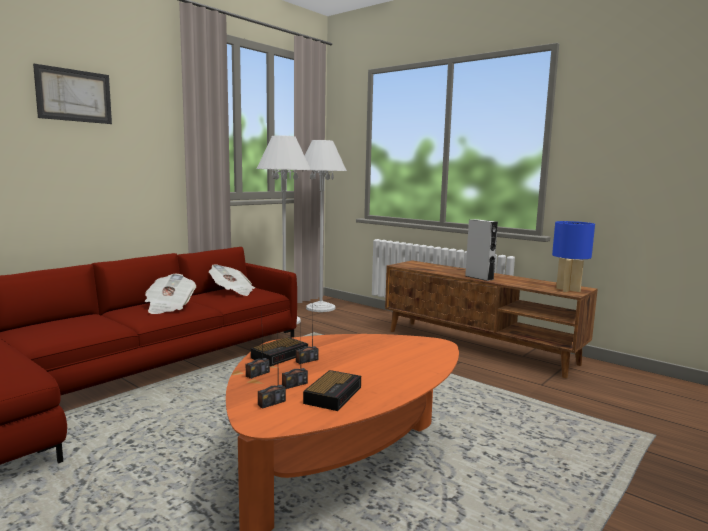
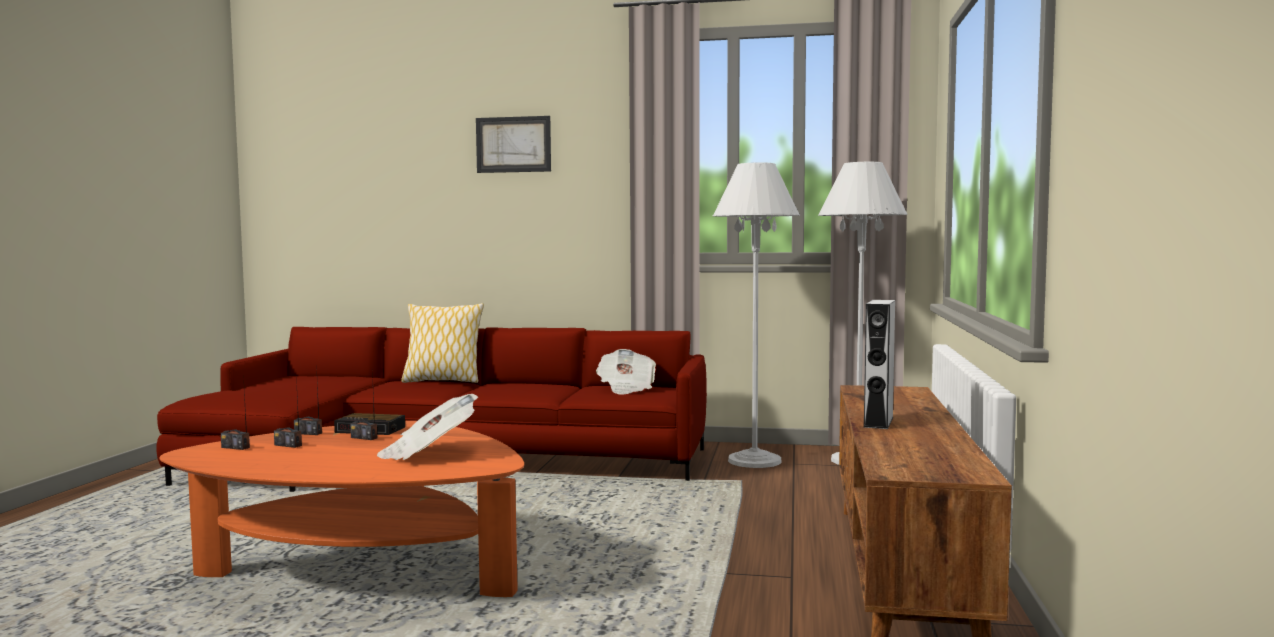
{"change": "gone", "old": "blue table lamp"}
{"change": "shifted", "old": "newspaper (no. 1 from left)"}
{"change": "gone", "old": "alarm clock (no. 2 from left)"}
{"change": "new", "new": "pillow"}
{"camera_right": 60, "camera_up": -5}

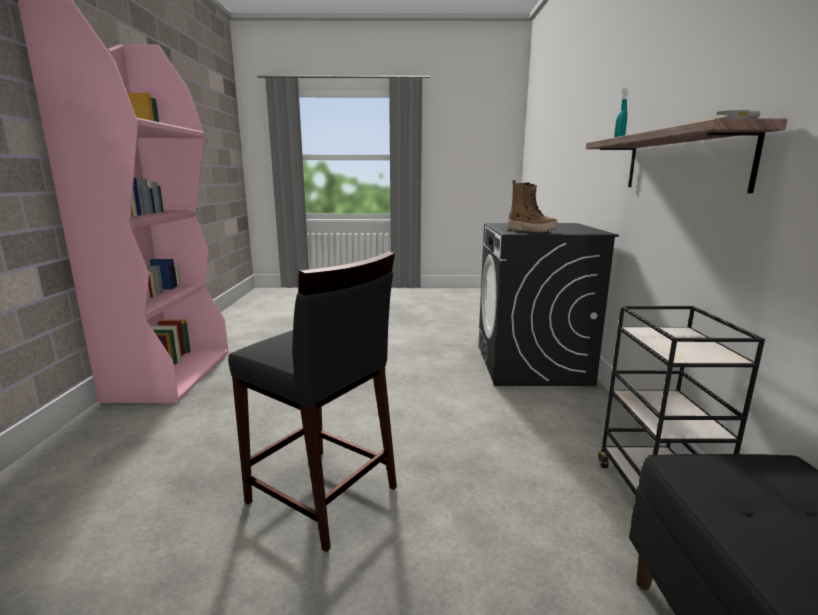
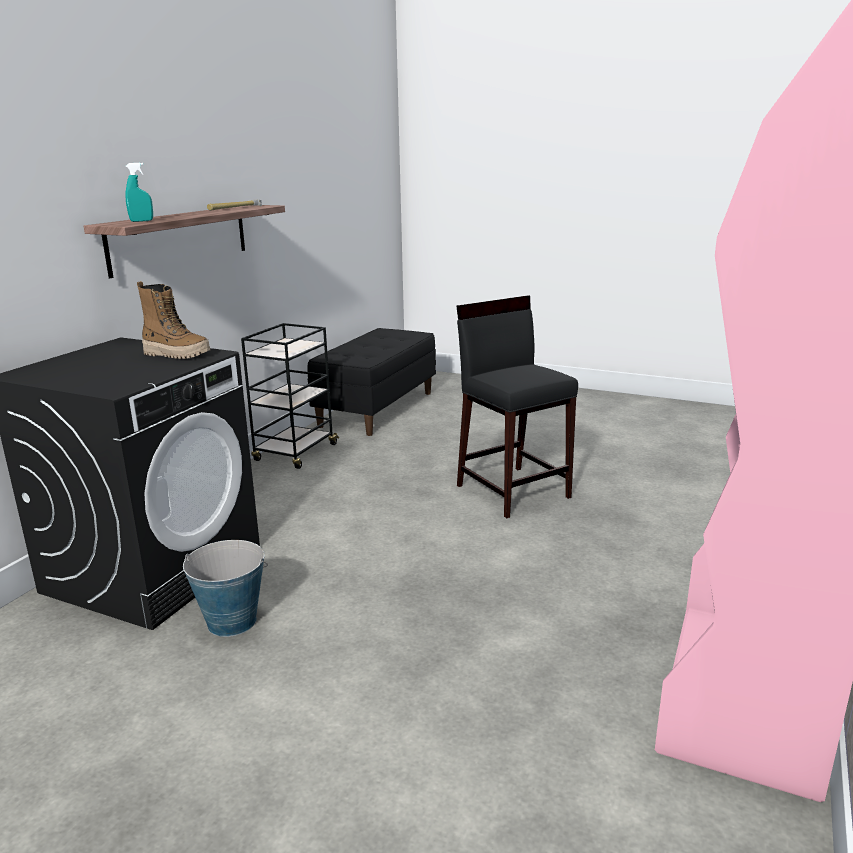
{"change": "rotated", "old": "boot", "degrees": 135}
{"change": "new", "new": "bucket"}
{"camera_right": -155, "camera_up": 5}

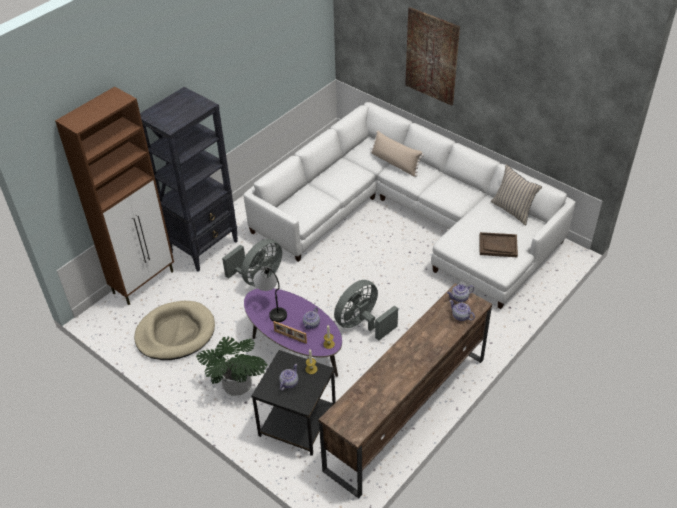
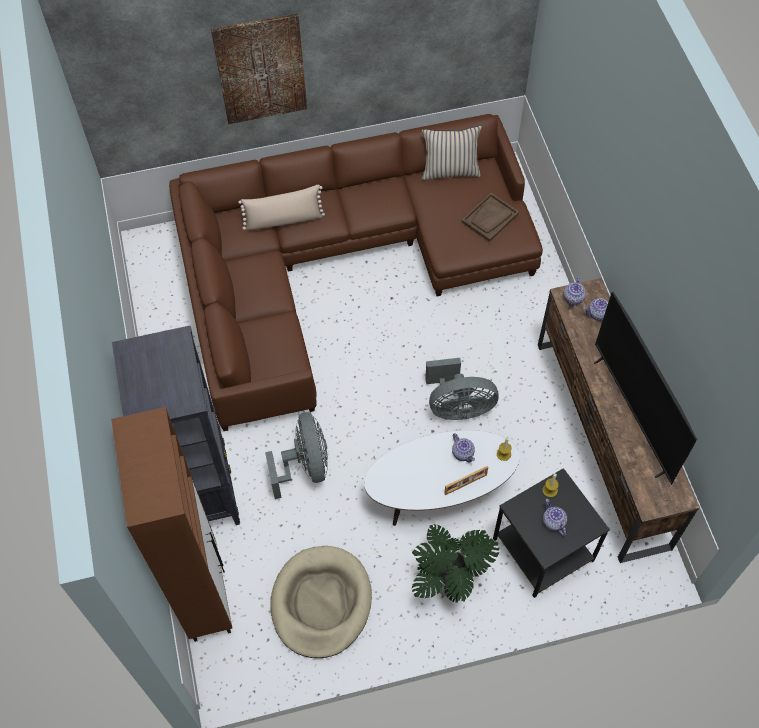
{"change": "repainted", "old": "white sofa", "new": "brown sofa"}
{"change": "gone", "old": "table lamp"}
{"change": "rotated", "old": "grey fan (no. 2 from left)", "degrees": -90}
{"change": "repainted", "old": "purple coffee table", "new": "white coffee table"}
{"change": "new", "new": "television"}
{"camera_right": -55, "camera_up": 15}

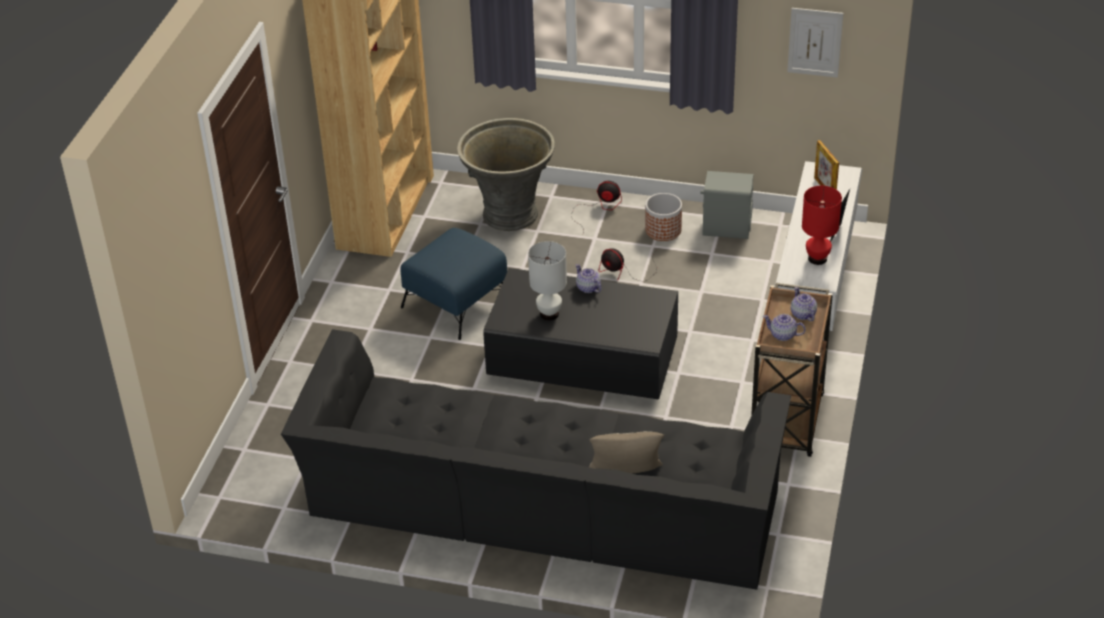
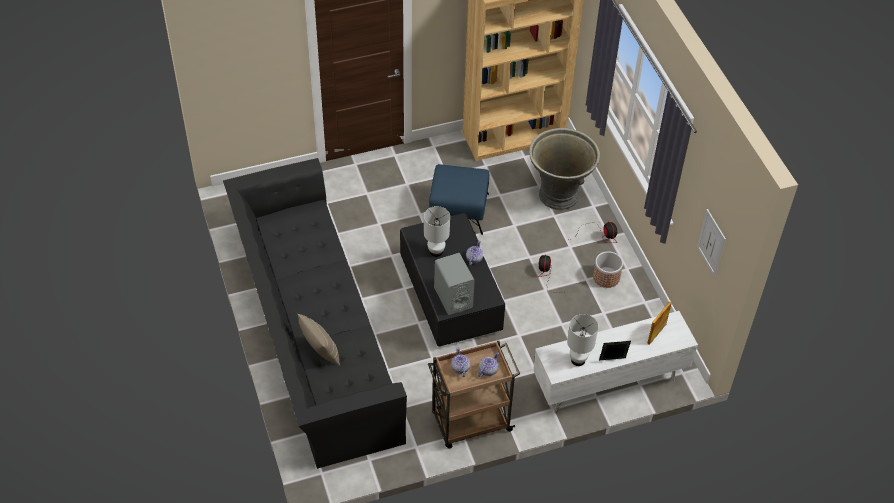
{"change": "shifted", "old": "grey speaker"}
{"change": "repainted", "old": "red table lamp", "new": "white table lamp (no. 2 from left)"}
{"camera_right": 55, "camera_up": 10}

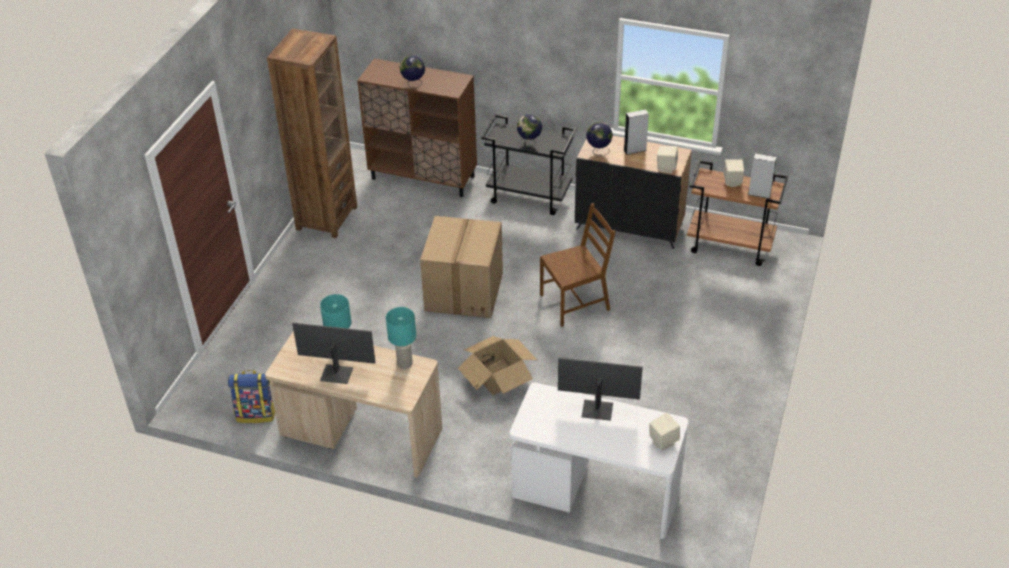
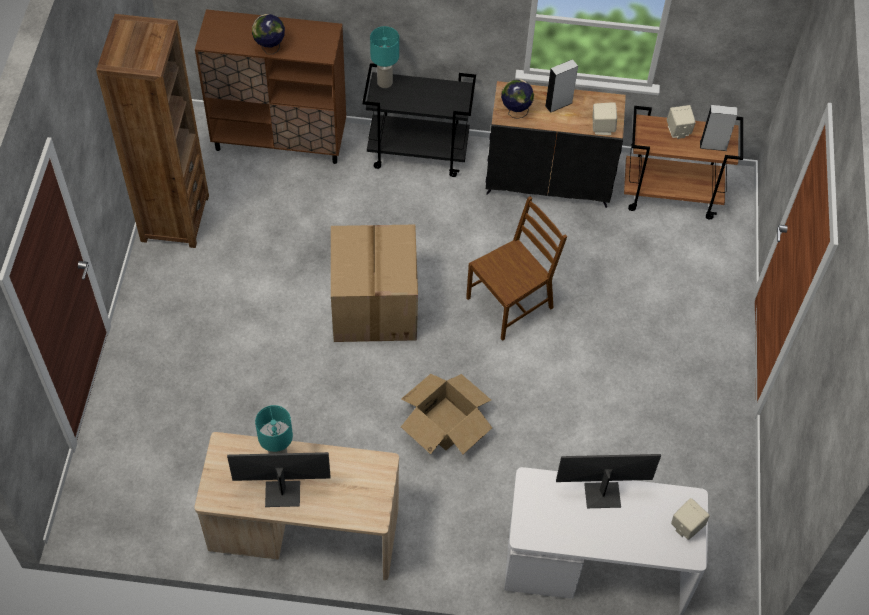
{"change": "gone", "old": "globe (no. 2 from left)"}
{"change": "shifted", "old": "turquoise table lamp (no. 2 from left)"}
{"change": "gone", "old": "backpack"}
{"camera_right": -15, "camera_up": 15}

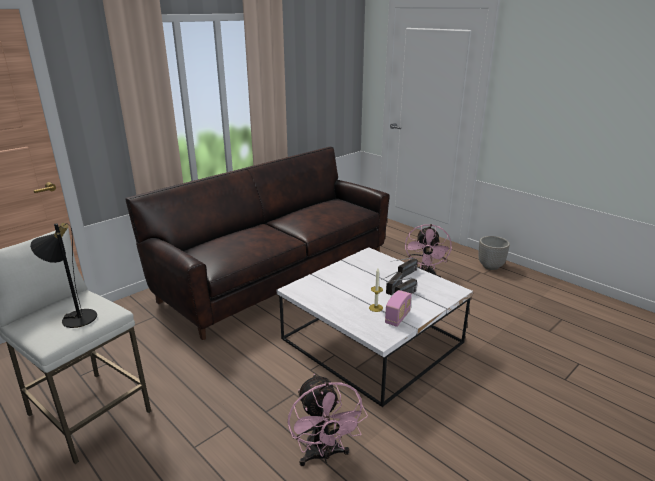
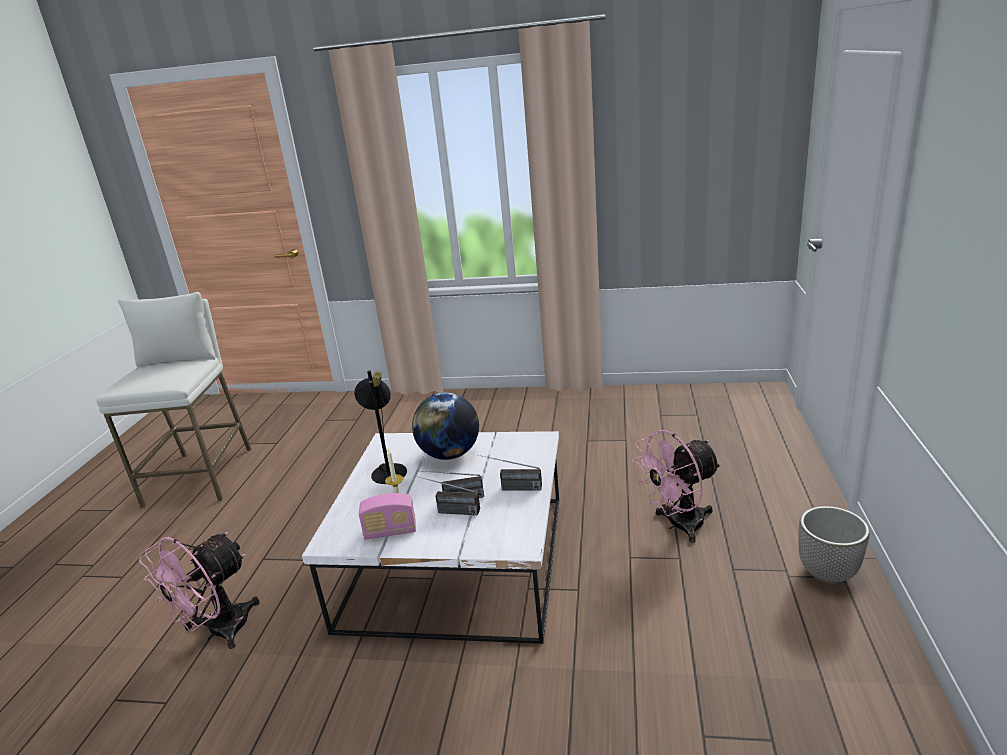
{"change": "gone", "old": "brown sofa"}
{"change": "shifted", "old": "black table lamp"}
{"change": "new", "new": "globe"}
{"camera_right": 55, "camera_up": 0}

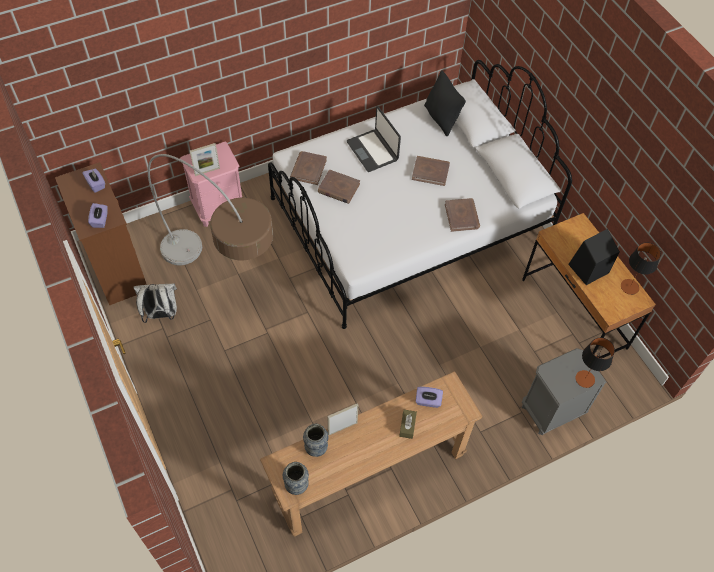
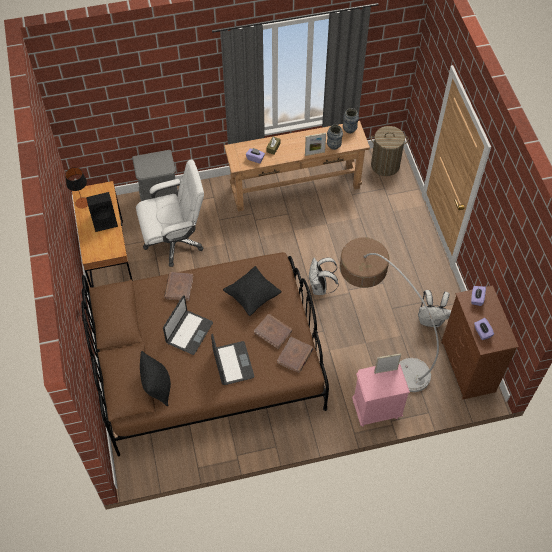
{"change": "repainted", "old": "white bed", "new": "brown bed"}
{"change": "swapped", "old": "brown book (no. 3 from left)", "new": "laptop (no. 1 from left)"}
{"change": "gone", "old": "table lamp (no. 1 from left)"}
{"change": "new", "new": "laundry basket"}
{"change": "new", "new": "white office chair"}
{"change": "new", "new": "white backpack (no. 1 from left)"}
{"change": "new", "new": "black pillow (no. 2 from left)"}
{"camera_right": -165, "camera_up": 0}

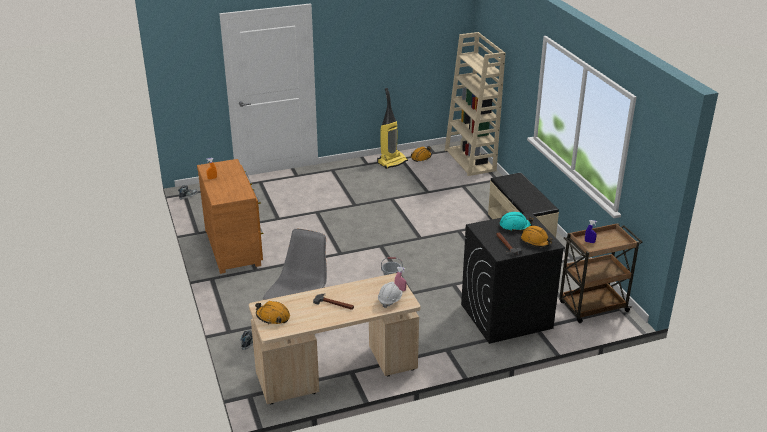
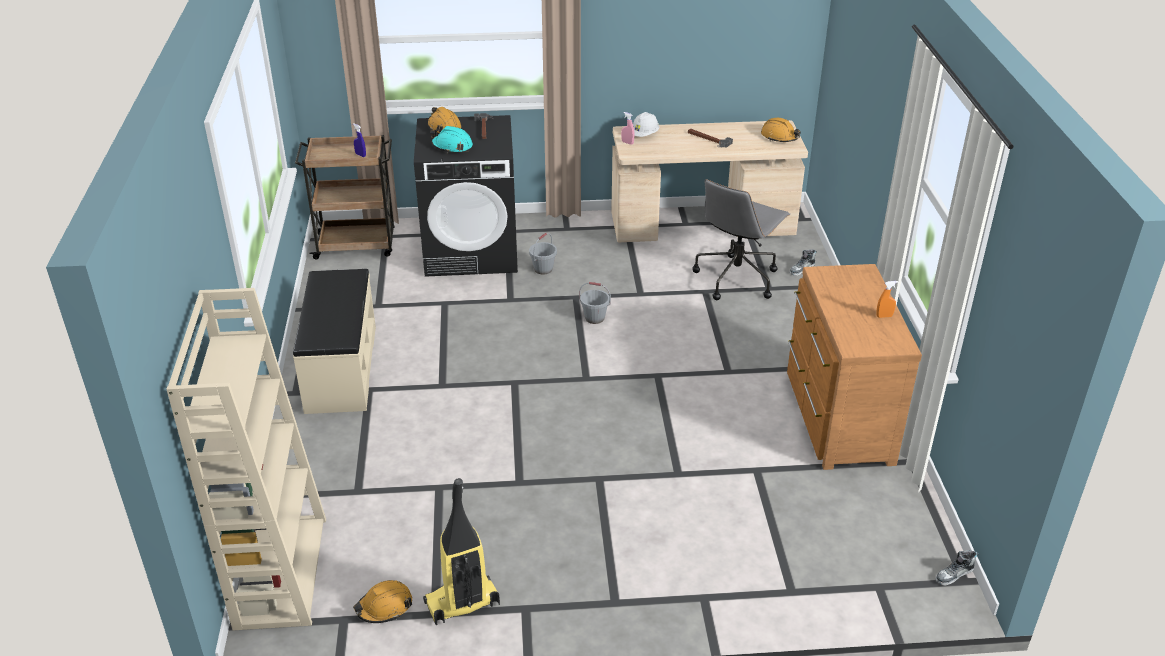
{"change": "new", "new": "grey bucket (no. 1 from left)"}
{"camera_right": -165, "camera_up": 5}

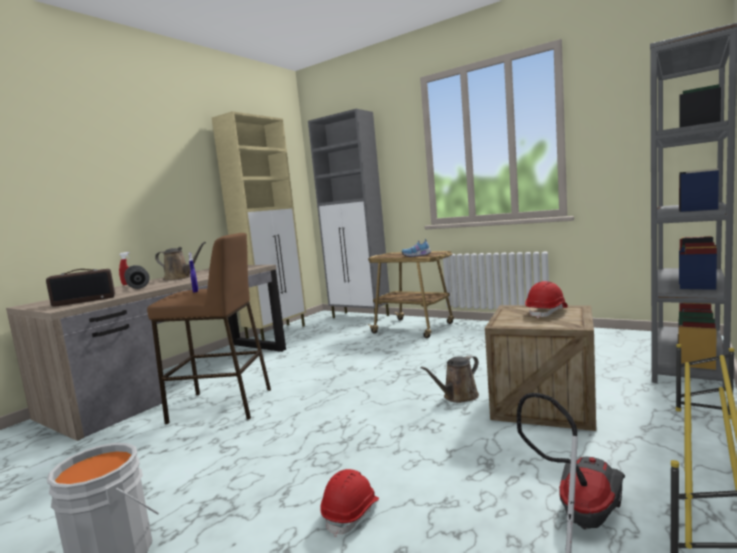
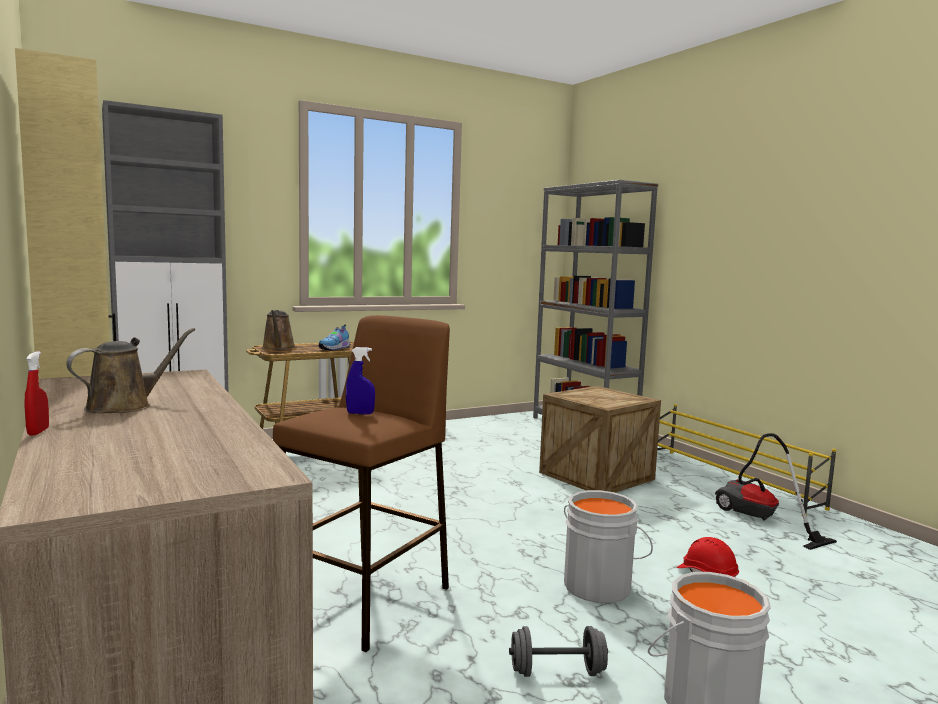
{"change": "shifted", "old": "grey dumbbell"}
{"change": "gone", "old": "radio"}
{"change": "gone", "old": "red hard hat (no. 2 from left)"}
{"change": "shifted", "old": "brown watering can (no. 2 from left)"}
{"change": "new", "new": "grey bucket (no. 1 from left)"}
{"camera_right": -65, "camera_up": 0}

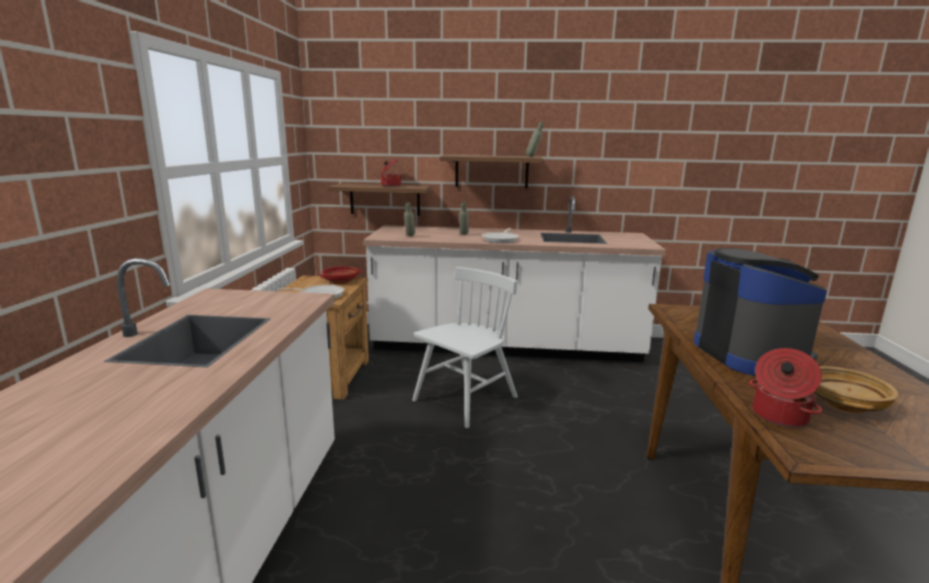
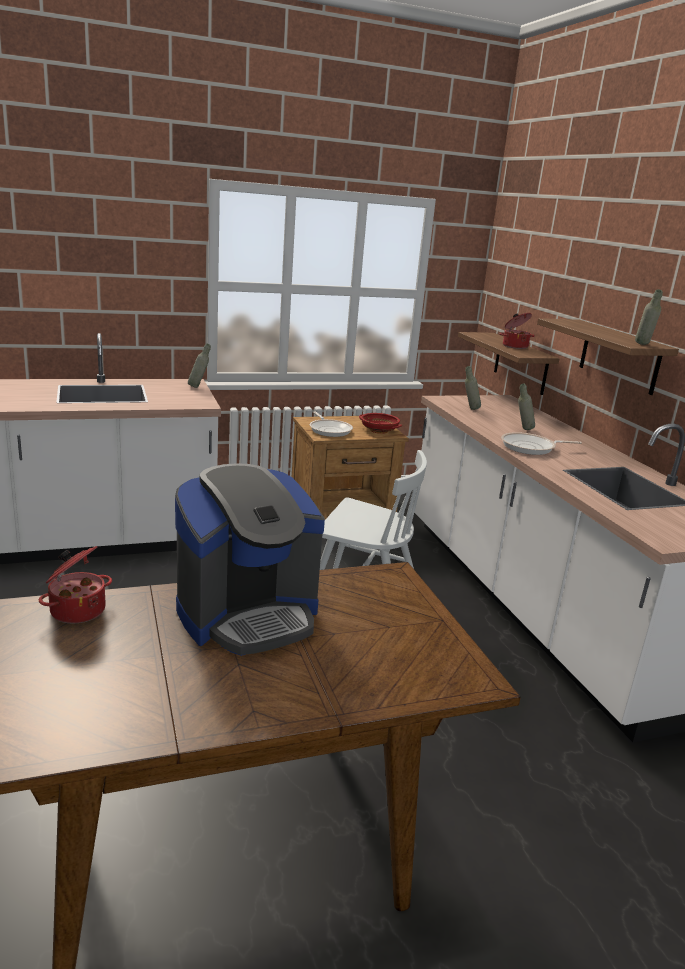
{"change": "gone", "old": "beige bowl"}
{"change": "new", "new": "grey bottle (no. 1 from left)"}
{"camera_right": 65, "camera_up": 5}

